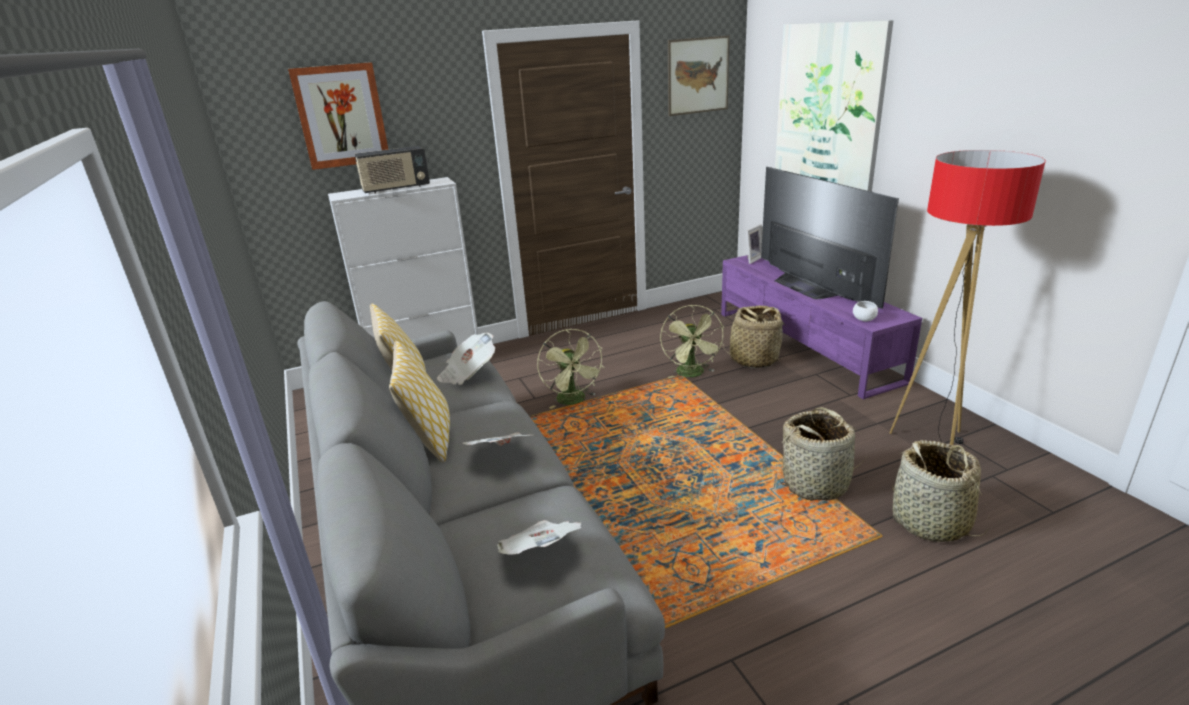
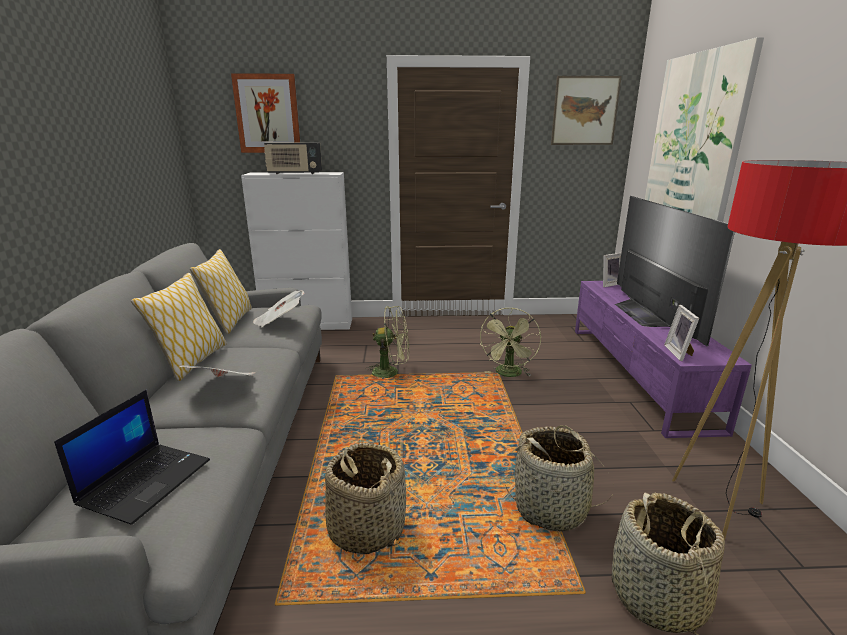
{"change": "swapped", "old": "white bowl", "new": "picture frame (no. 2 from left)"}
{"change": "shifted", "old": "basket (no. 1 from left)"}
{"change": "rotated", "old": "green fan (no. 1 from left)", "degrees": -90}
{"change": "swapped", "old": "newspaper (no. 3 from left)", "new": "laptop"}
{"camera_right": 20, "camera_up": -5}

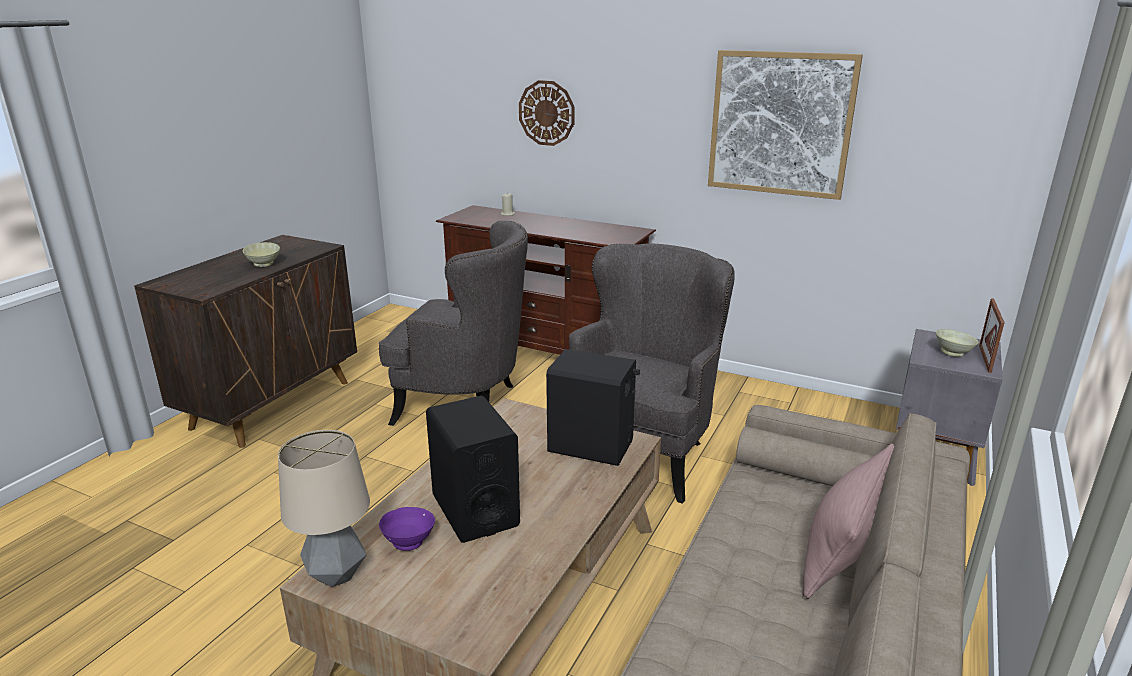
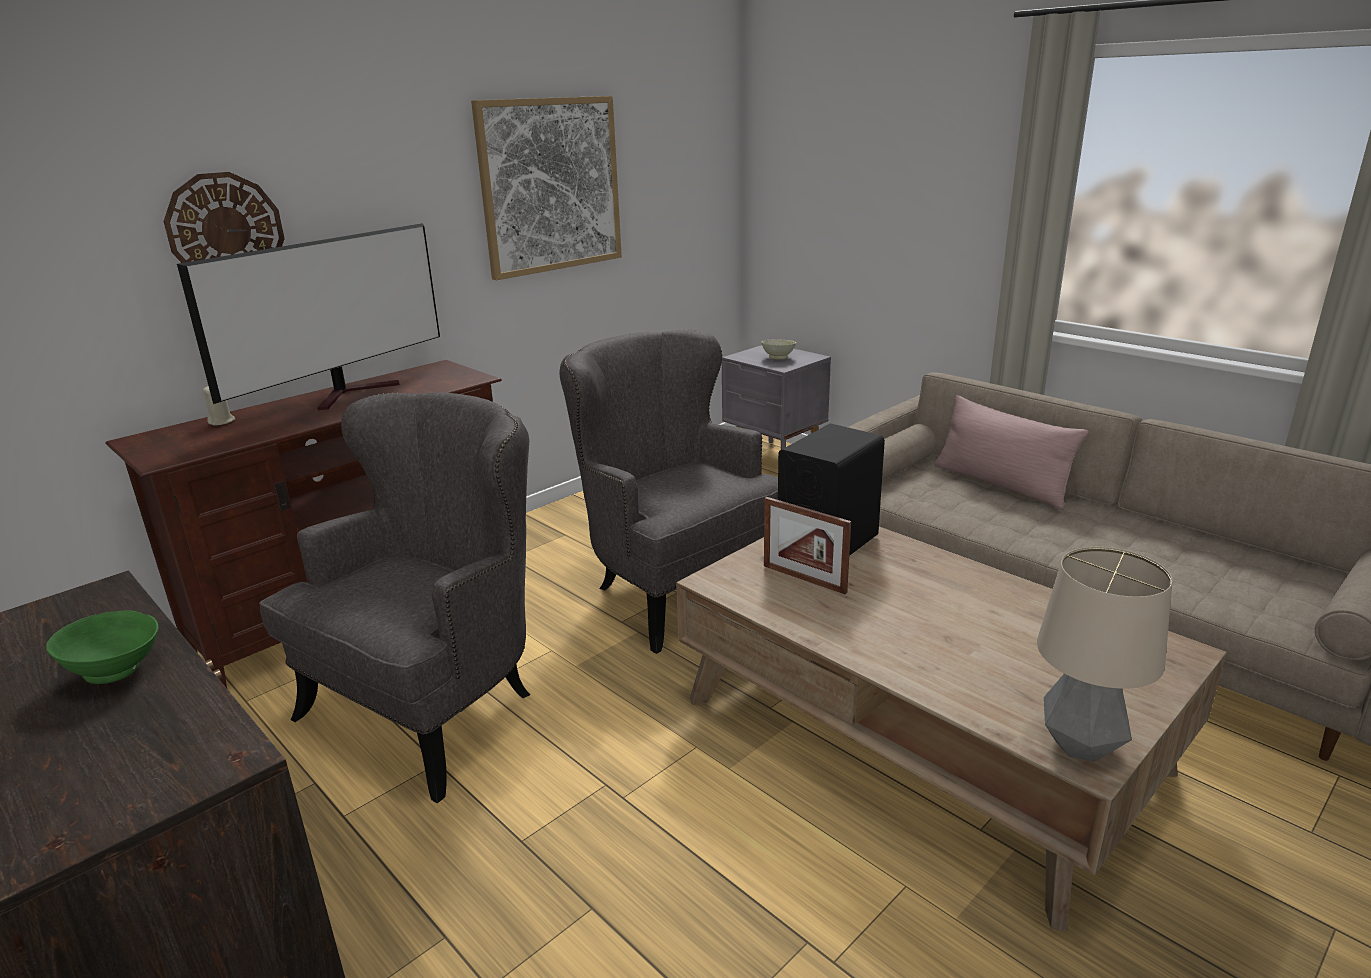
{"change": "repainted", "old": "beige bowl (no. 1 from left)", "new": "green bowl"}
{"change": "shifted", "old": "picture frame"}
{"change": "gone", "old": "black speaker (no. 1 from left)"}
{"change": "gone", "old": "purple bowl"}
{"change": "new", "new": "television"}
{"camera_right": -70, "camera_up": 0}

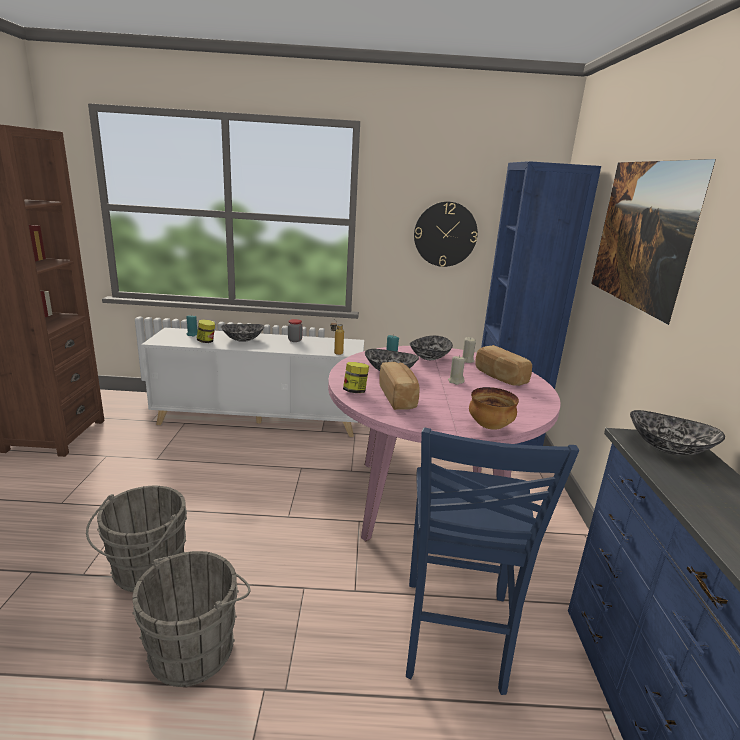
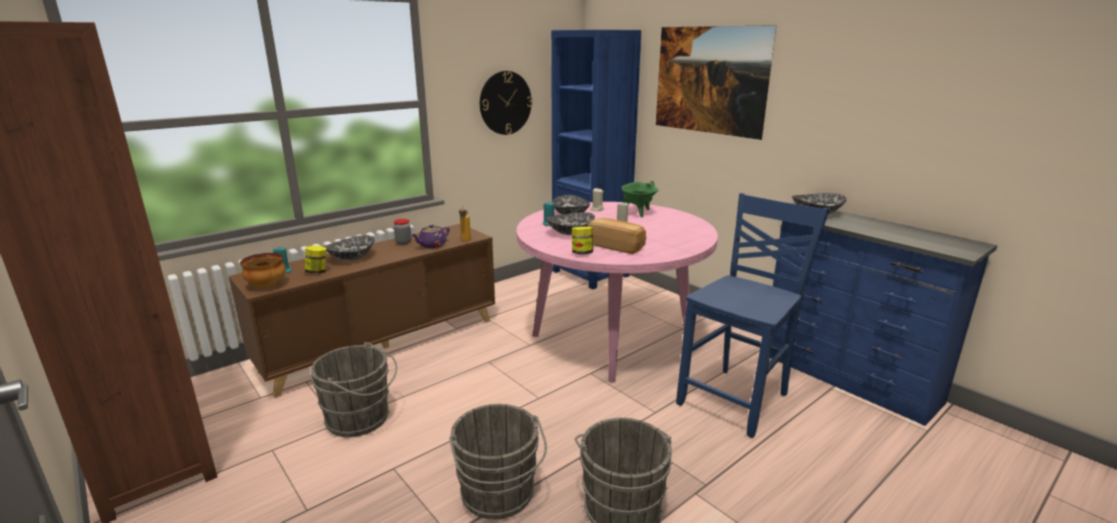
{"change": "repainted", "old": "white cabinet", "new": "brown cabinet"}
{"change": "swapped", "old": "bread (no. 2 from left)", "new": "green cooking pot"}
{"change": "shifted", "old": "bowl (no. 4 from left in the first image)", "new": "bowl (no. 1 from left)"}
{"change": "rotated", "old": "blue chair", "degrees": -105}
{"change": "new", "new": "purple teapot"}
{"change": "new", "new": "grey bucket (no. 1 from left)"}
{"camera_right": -40, "camera_up": 0}

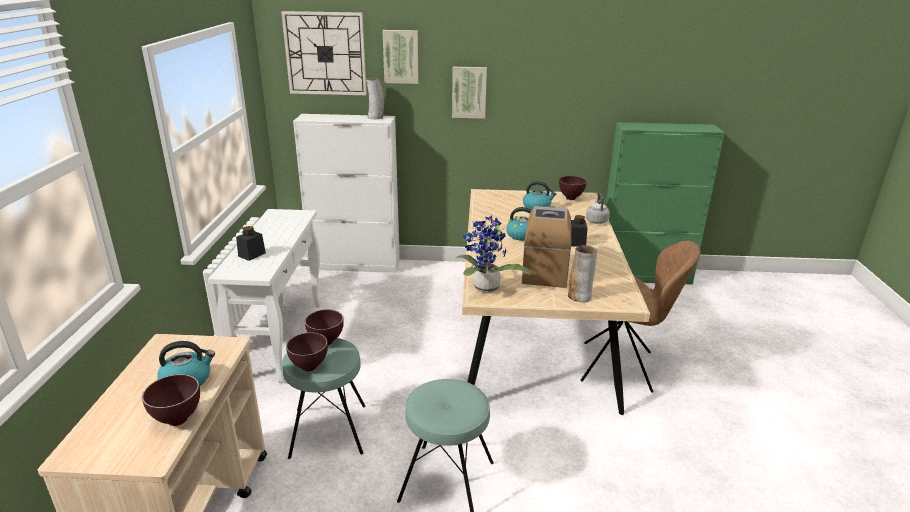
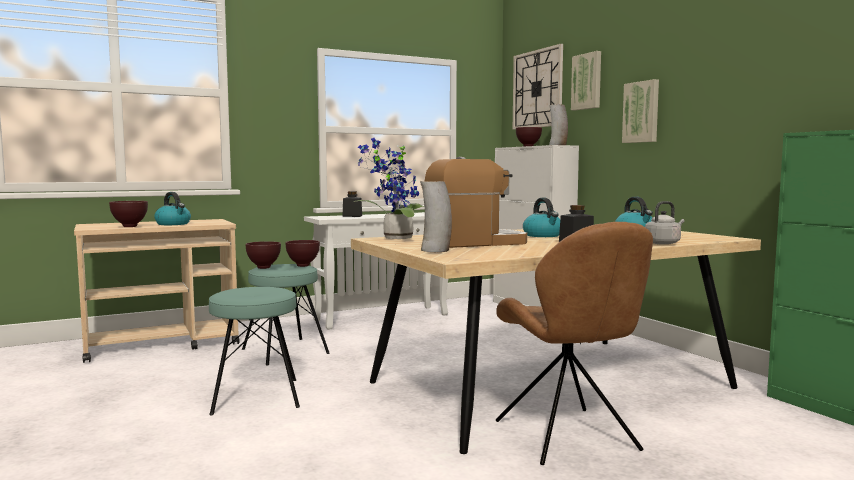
{"change": "shifted", "old": "brown bowl (no. 4 from left)"}
{"camera_right": 60, "camera_up": -20}

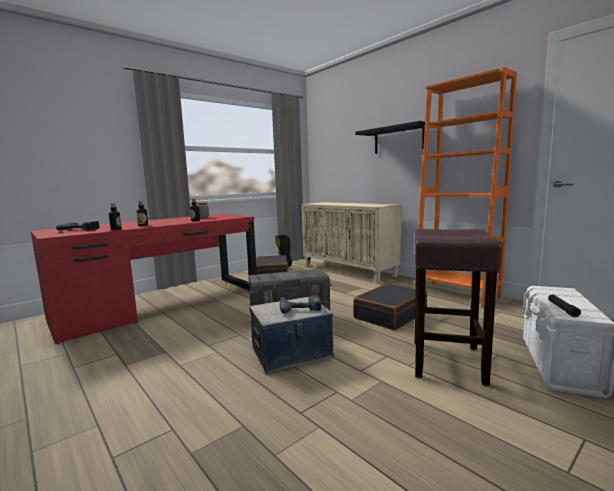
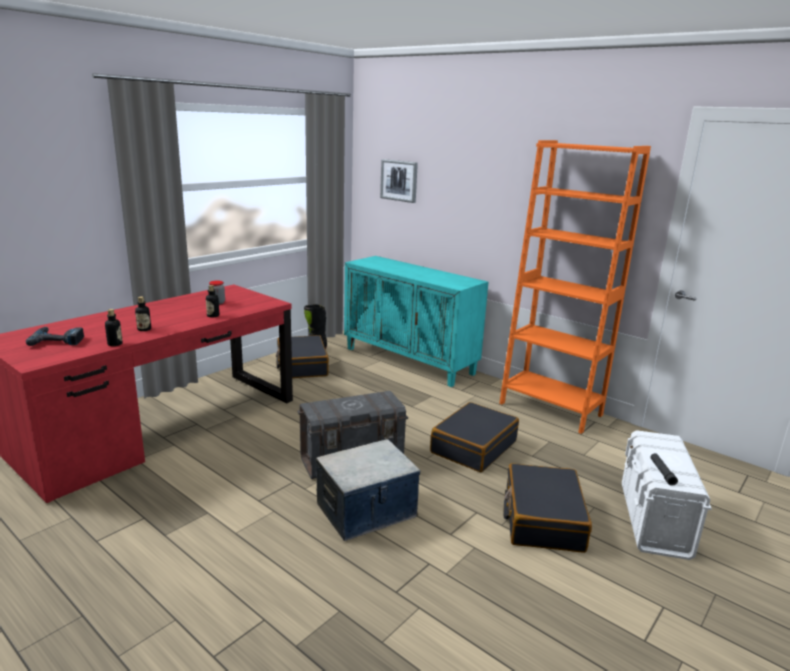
{"change": "gone", "old": "black shelf"}
{"change": "repainted", "old": "beige cabinet", "new": "turquoise cabinet"}
{"change": "swapped", "old": "brown stool", "new": "black suitcase (no. 3 from left)"}
{"change": "gone", "old": "power drill (no. 2 from left)"}
{"change": "new", "new": "picture"}
{"camera_right": -10, "camera_up": 10}

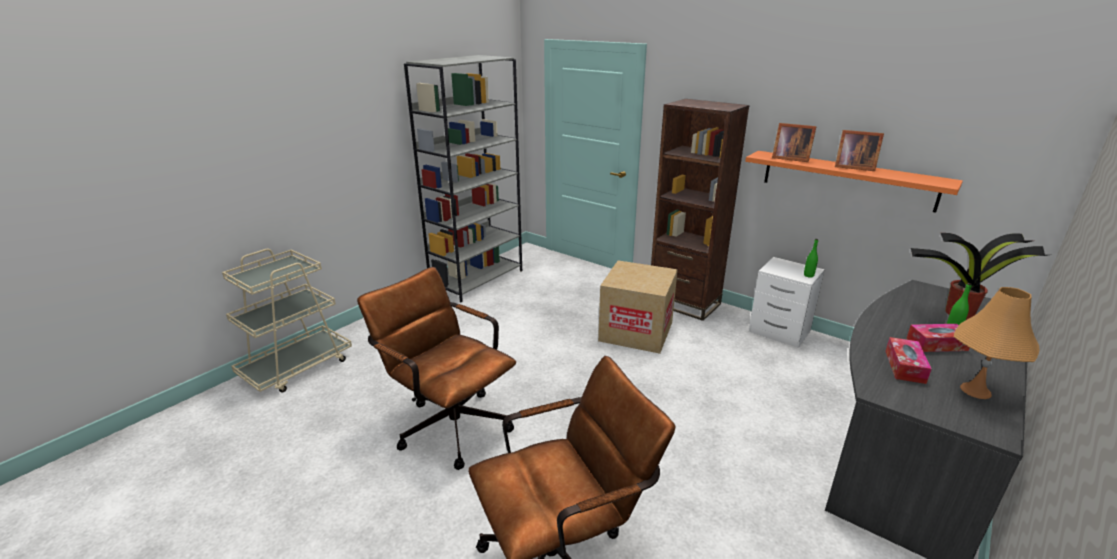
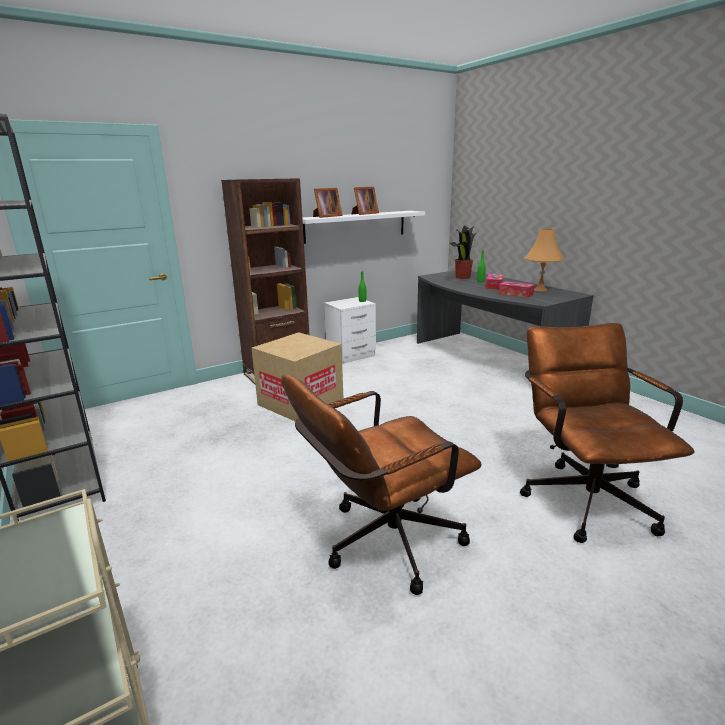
{"change": "repainted", "old": "orange shelf", "new": "white shelf"}
{"camera_right": -70, "camera_up": -5}

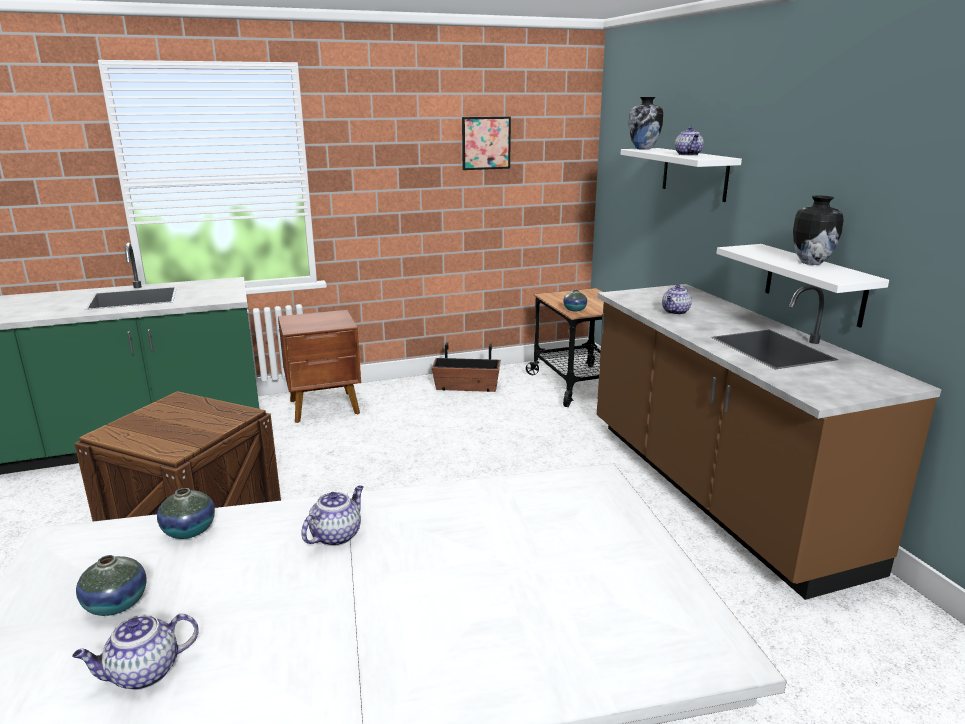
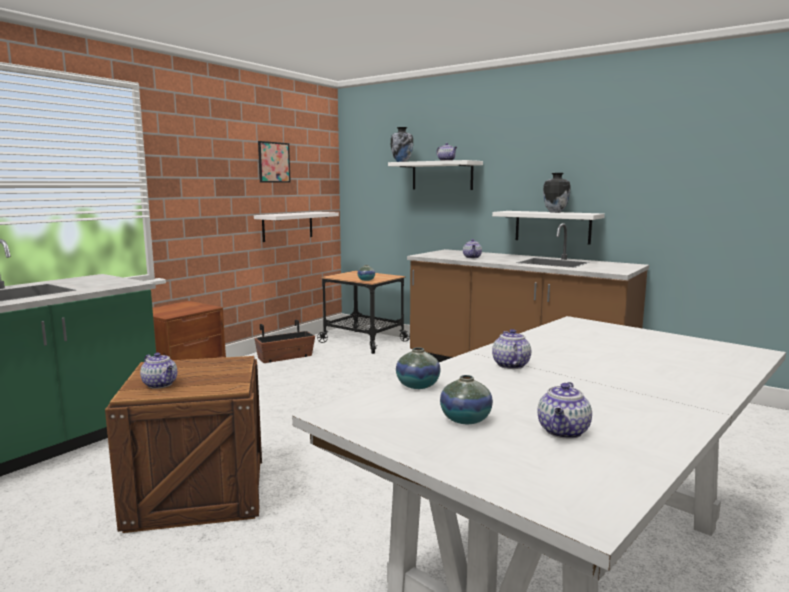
{"change": "new", "new": "white shelf (no. 1 from left)"}
{"change": "new", "new": "teapot (no. 1 from left)"}
{"camera_right": -35, "camera_up": -10}

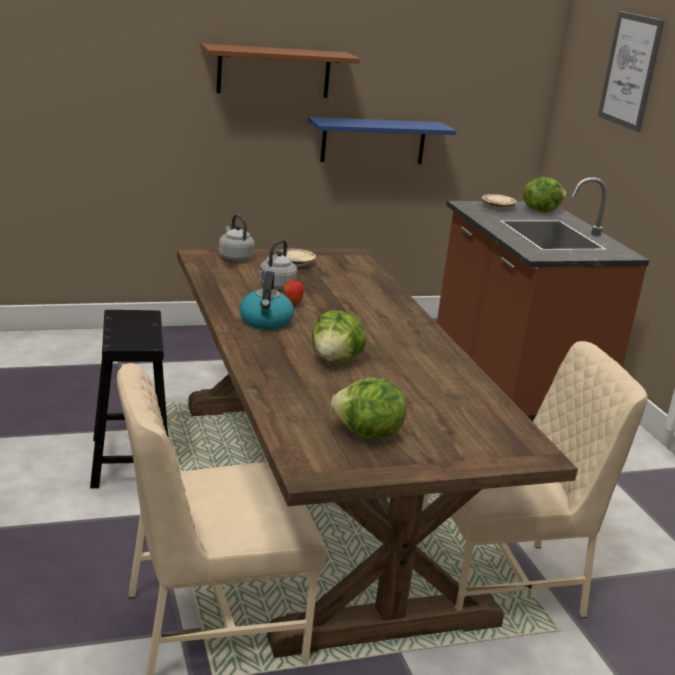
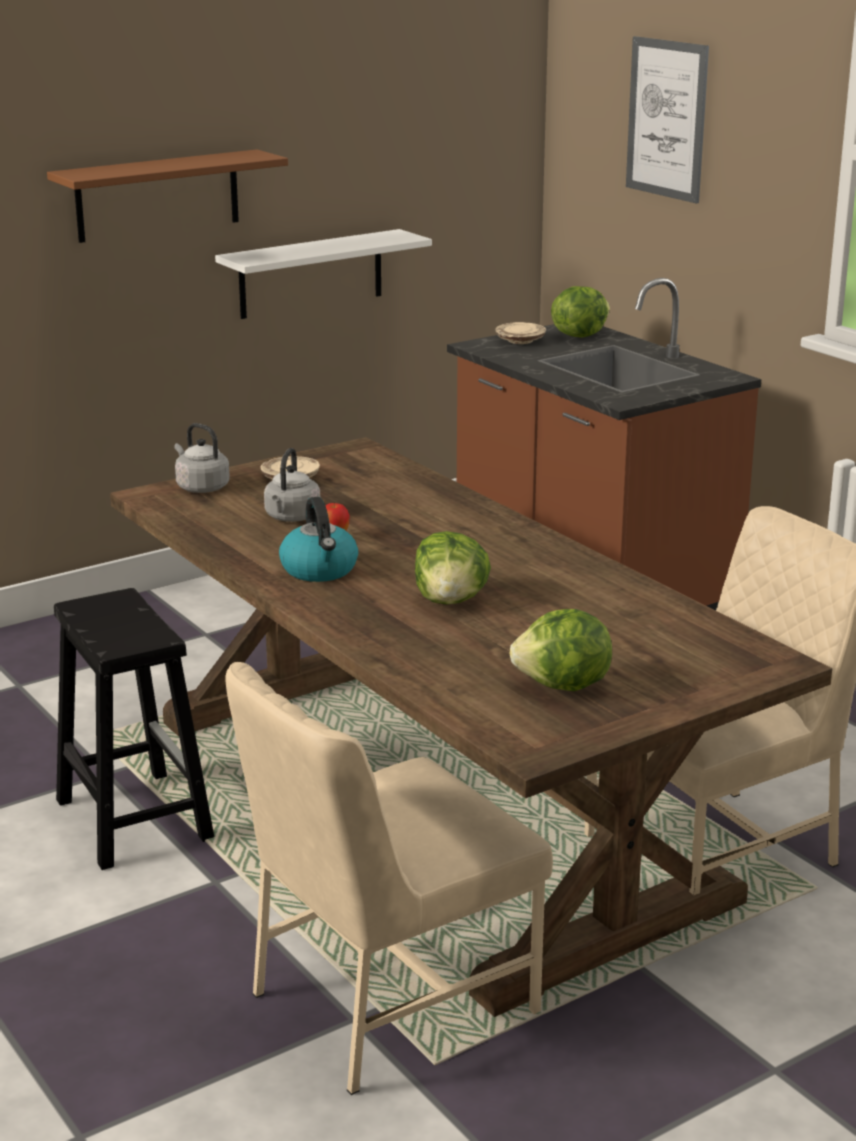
{"change": "repainted", "old": "blue shelf", "new": "white shelf"}
{"camera_right": -15, "camera_up": 0}

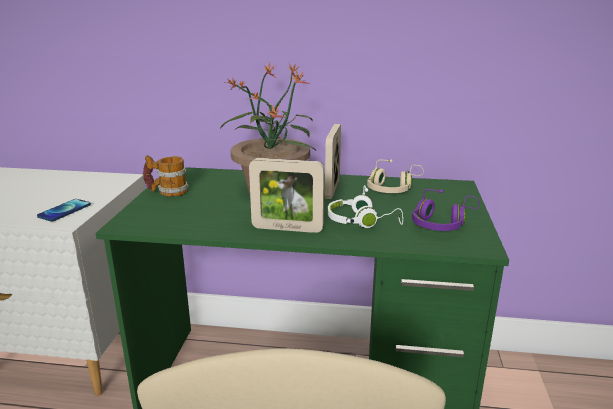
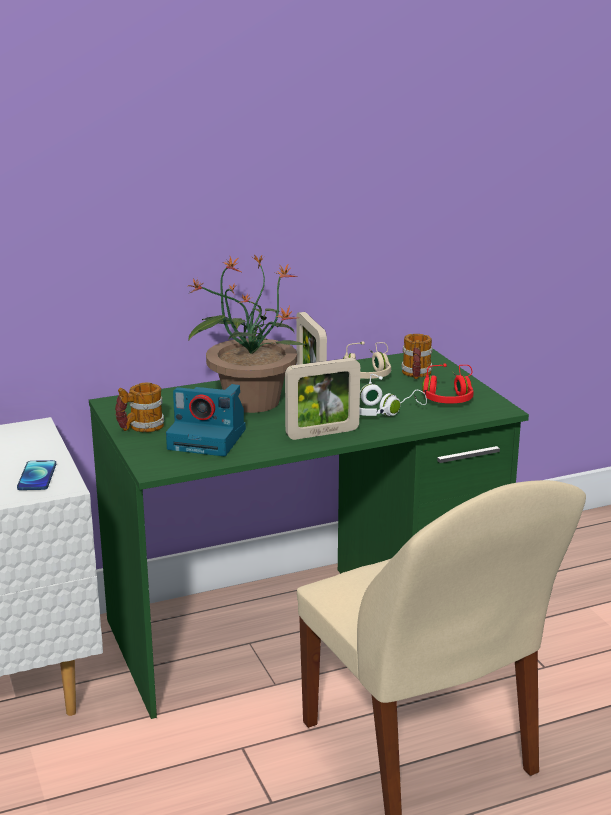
{"change": "repainted", "old": "purple headphones", "new": "red headphones"}
{"change": "new", "new": "mug (no. 2 from left)"}
{"change": "new", "new": "photo camera"}
{"camera_right": -30, "camera_up": 0}

